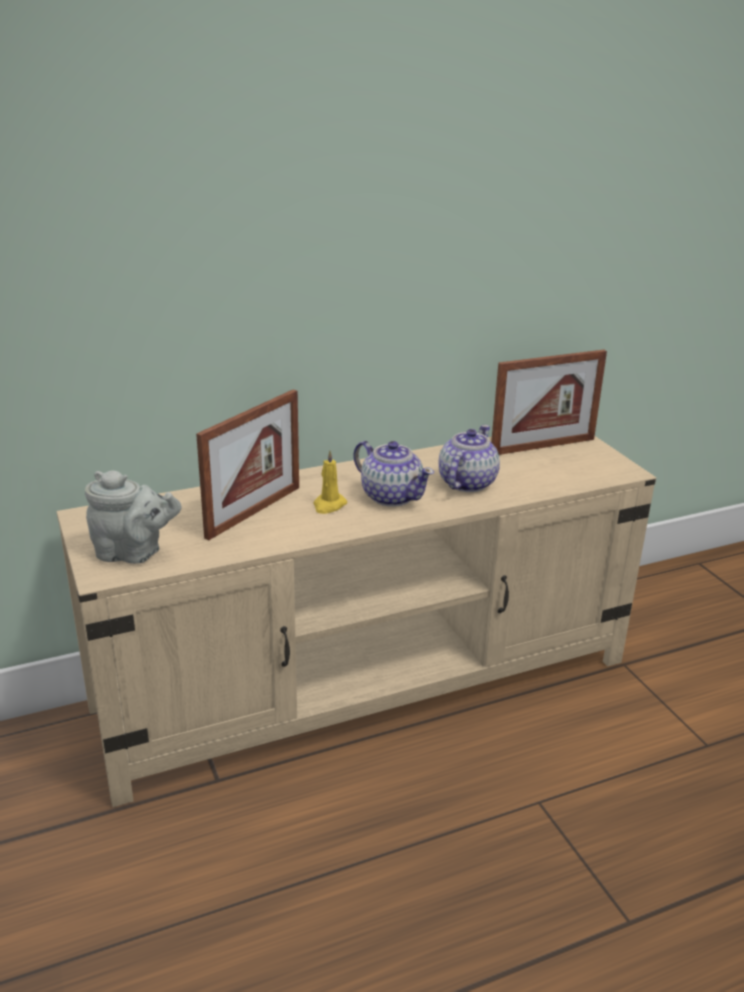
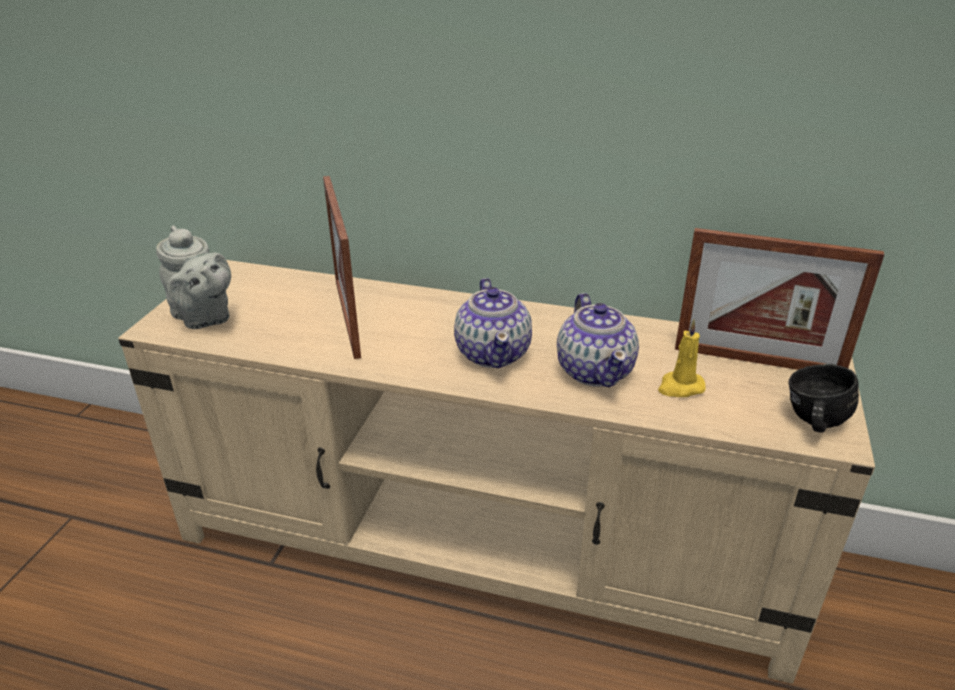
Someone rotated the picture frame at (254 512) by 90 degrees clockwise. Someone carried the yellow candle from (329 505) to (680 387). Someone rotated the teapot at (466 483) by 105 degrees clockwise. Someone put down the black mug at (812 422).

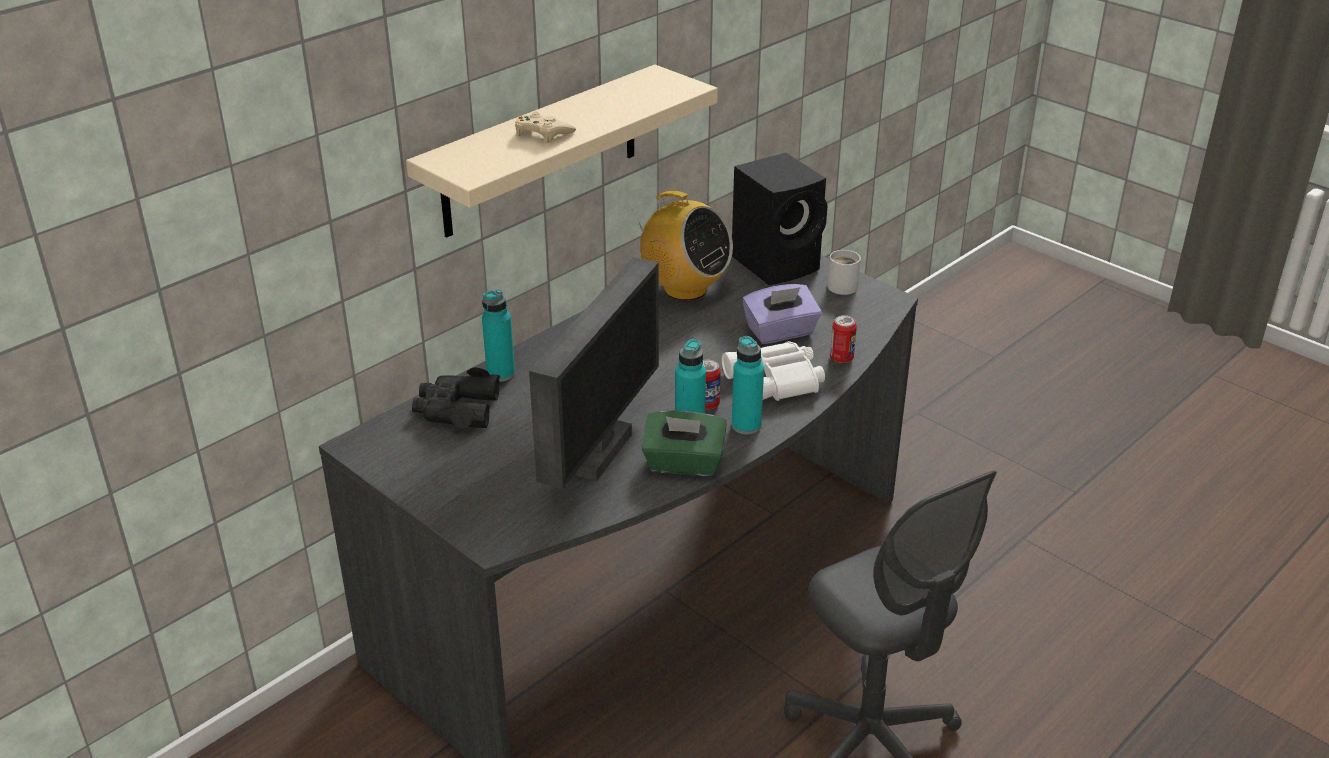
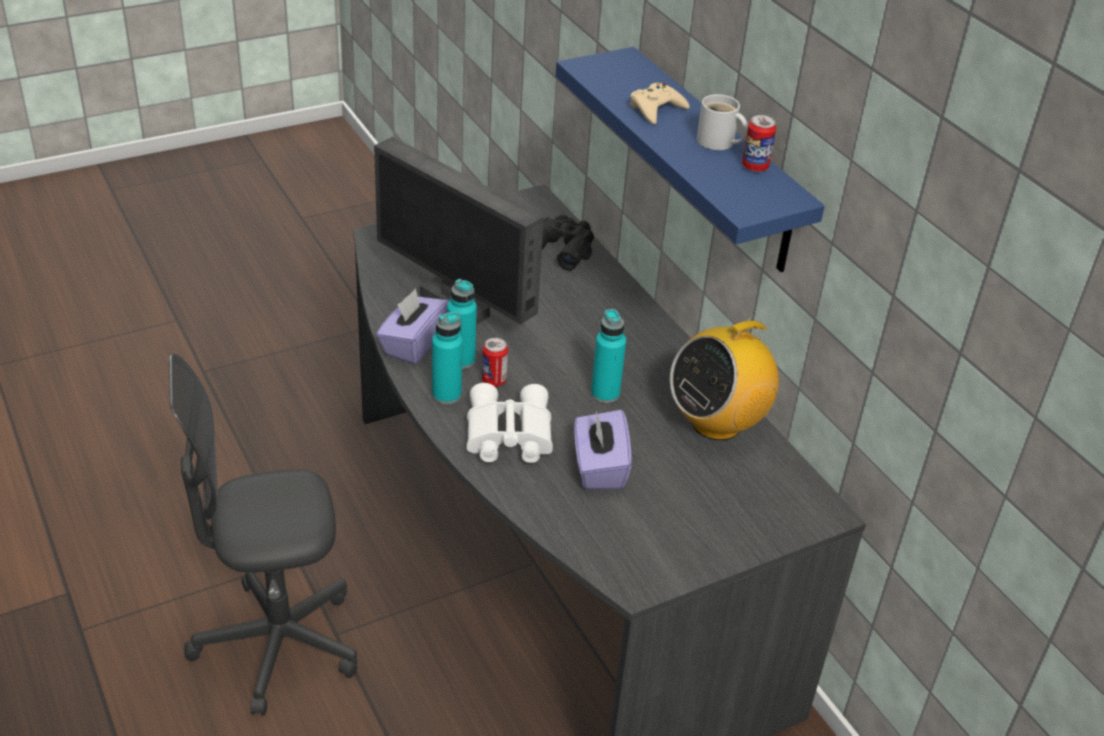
Someone repainted the beige shelf at (541 151), which became the blue shelf at (714 161). Someone carried the turquoise bottle from (500 374) to (605 394). Someone repainted the green tissue box at (683 464), which became the purple tissue box at (413 344). Someone took away the black speaker at (778 263). Someone carried the white mug from (844 285) to (718 143). Someone carried the can from (841 358) to (755 167).

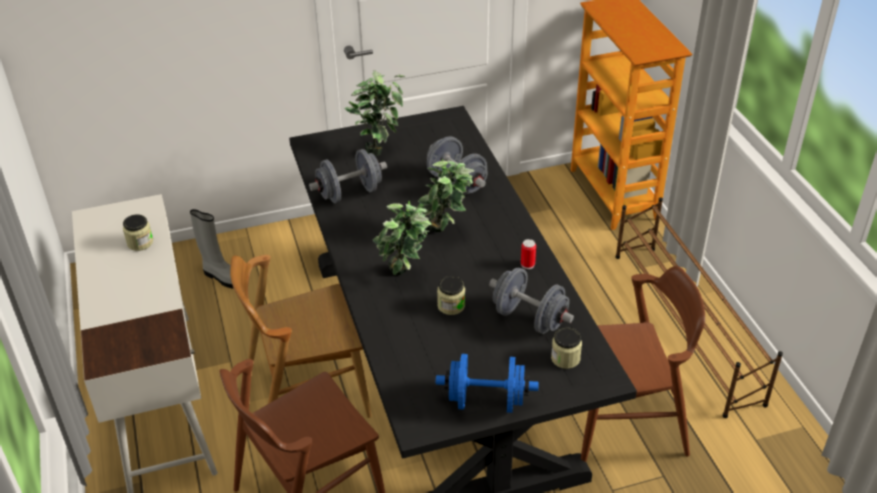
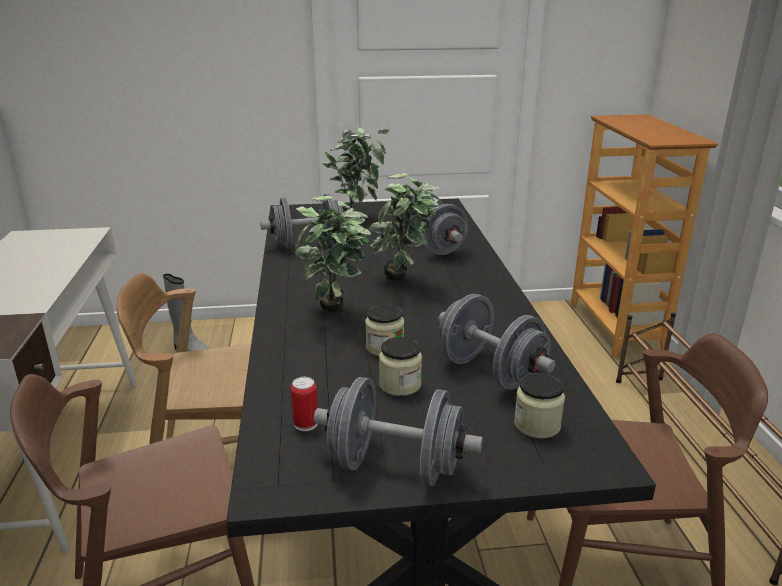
Someone carried the jar from (140 242) to (400 385). Someone repainted the blue dumbbell at (486 401), which became the grey dumbbell at (396 466). Someone carried the can from (527 264) to (306 424).

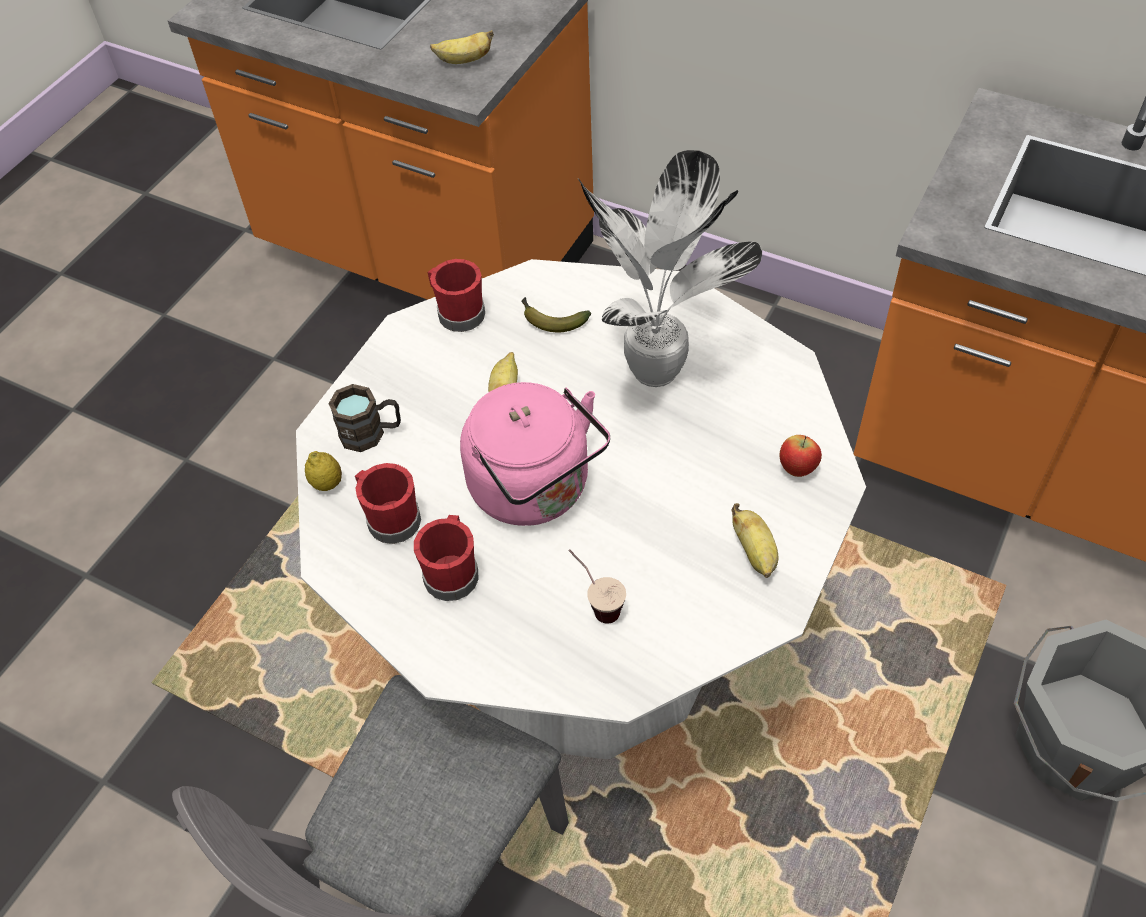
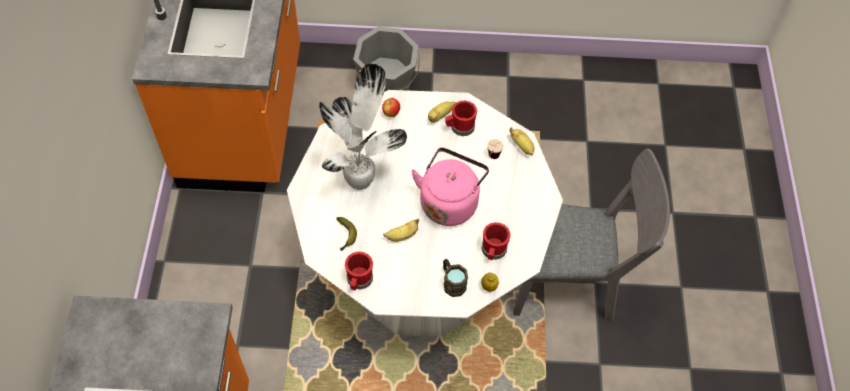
Someone carried the red mug from (452 571) to (460 127). Someone carried the banana from (464 61) to (522 146).

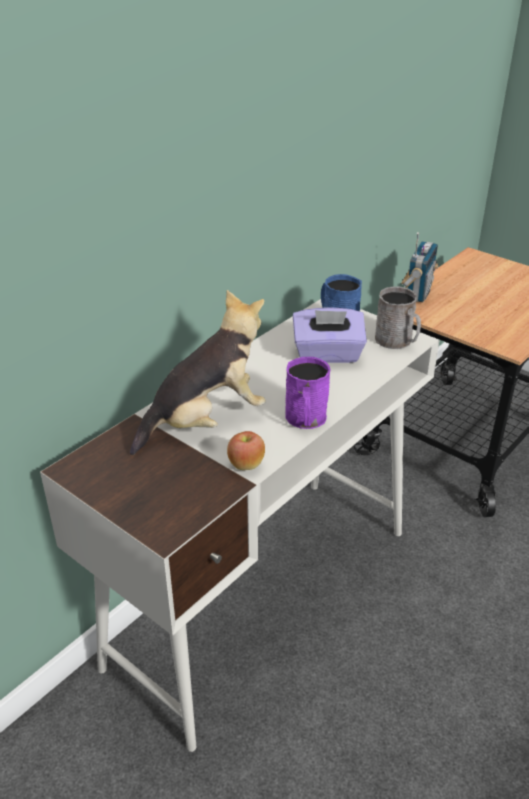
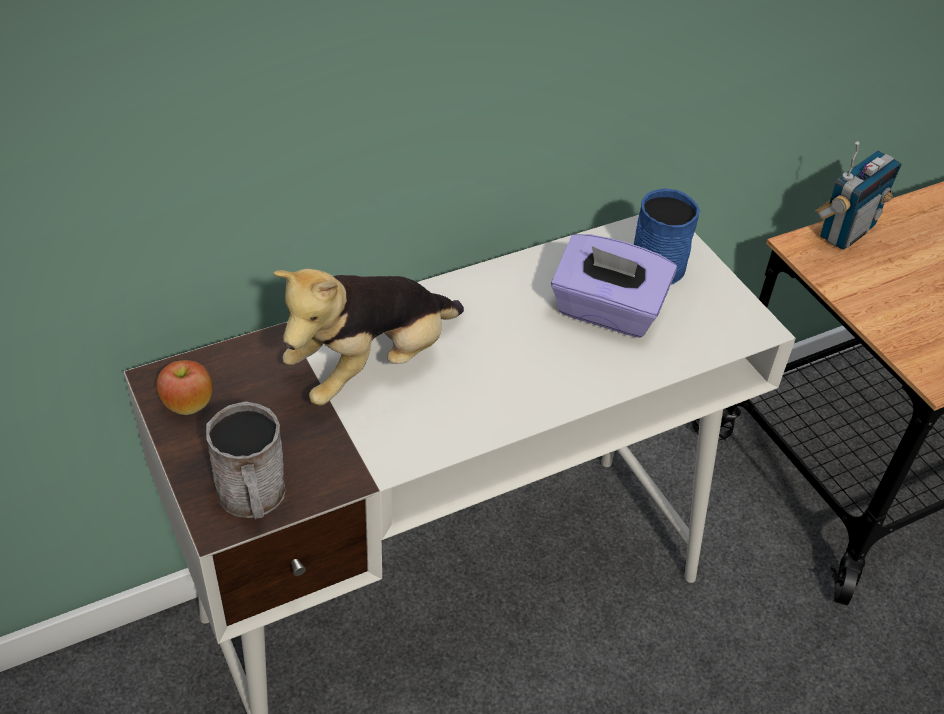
Someone rotated the plush toy at (206 421) by 150 degrees clockwise. Someone carried the apple from (246 465) to (188 405). Someone took away the purple mug at (306 420). Someone carried the grey mug from (397 341) to (253 498).

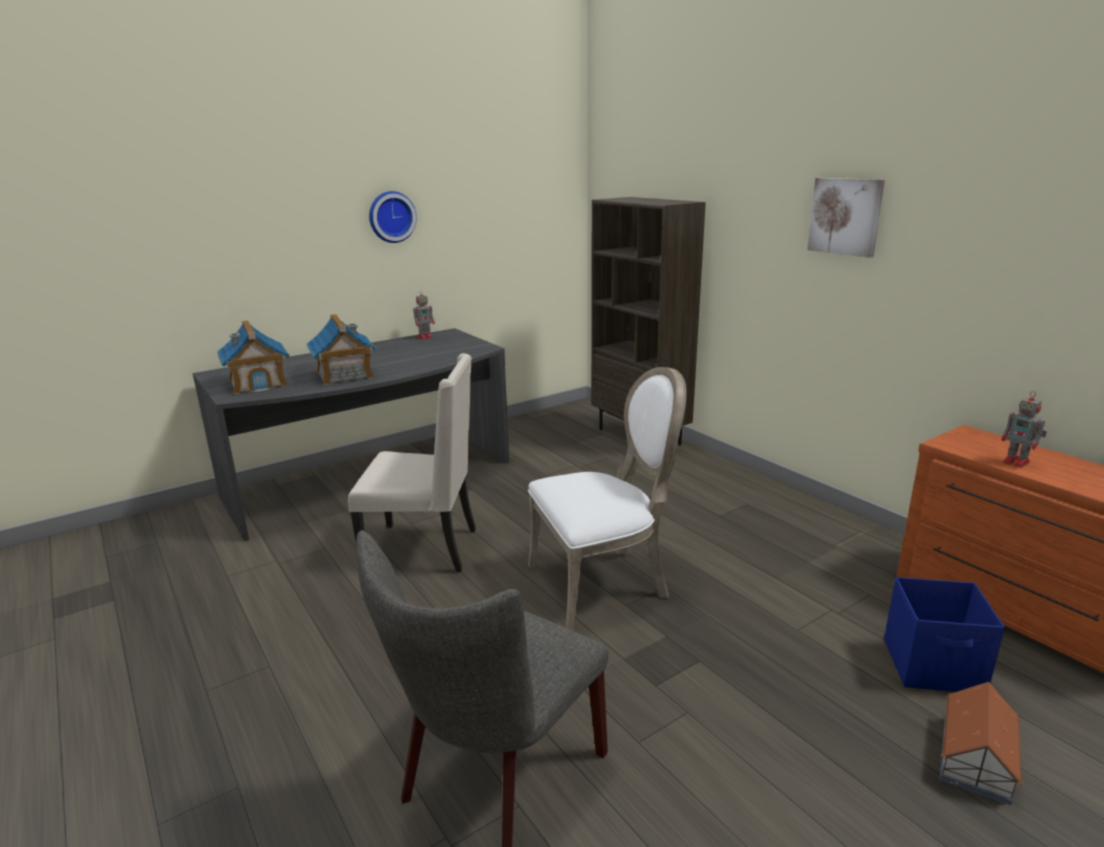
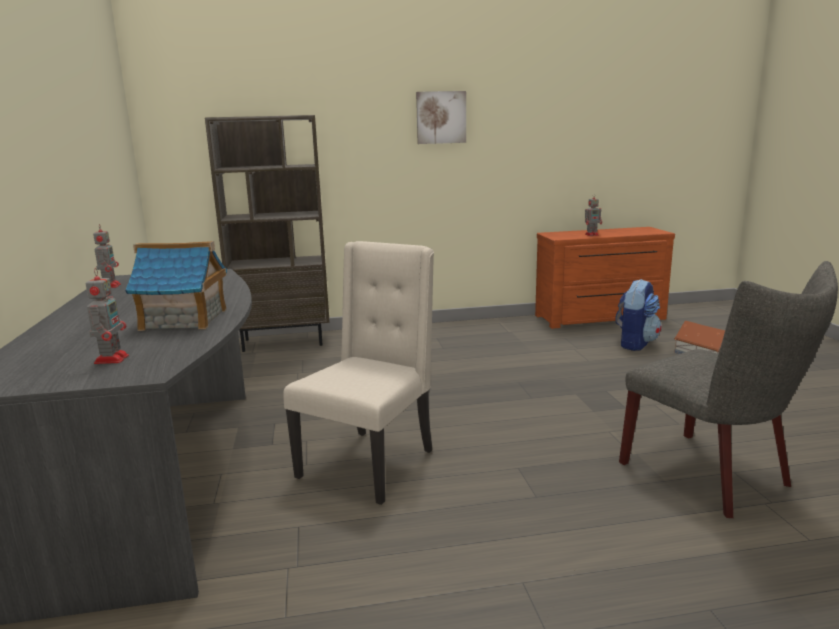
Someone swapped the toy house at (258 383) for the toy robot at (112 359). Someone took away the wall clock at (391 216). Someone took away the white chair at (603 583). Someone swapped the blue storage box at (934 667) for the backpack at (635 343).

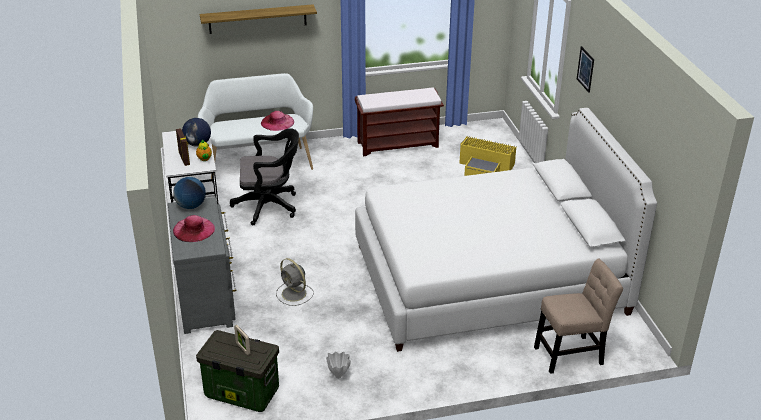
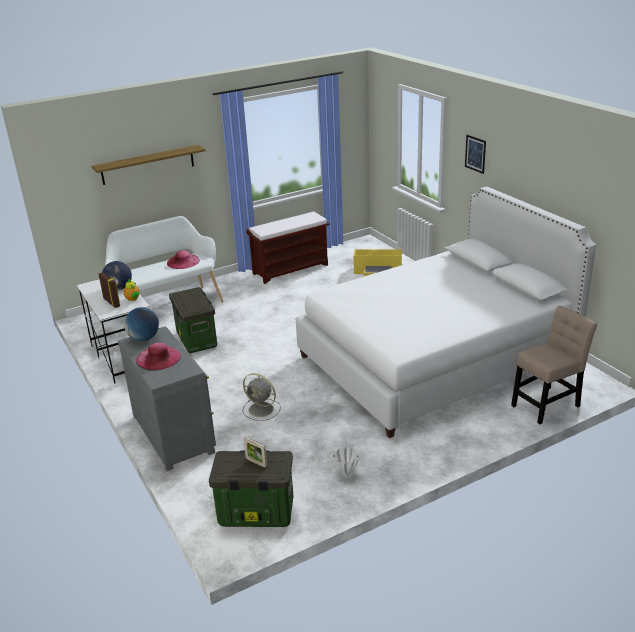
Someone swapped the black office chair at (269 206) for the storage box at (197 340).

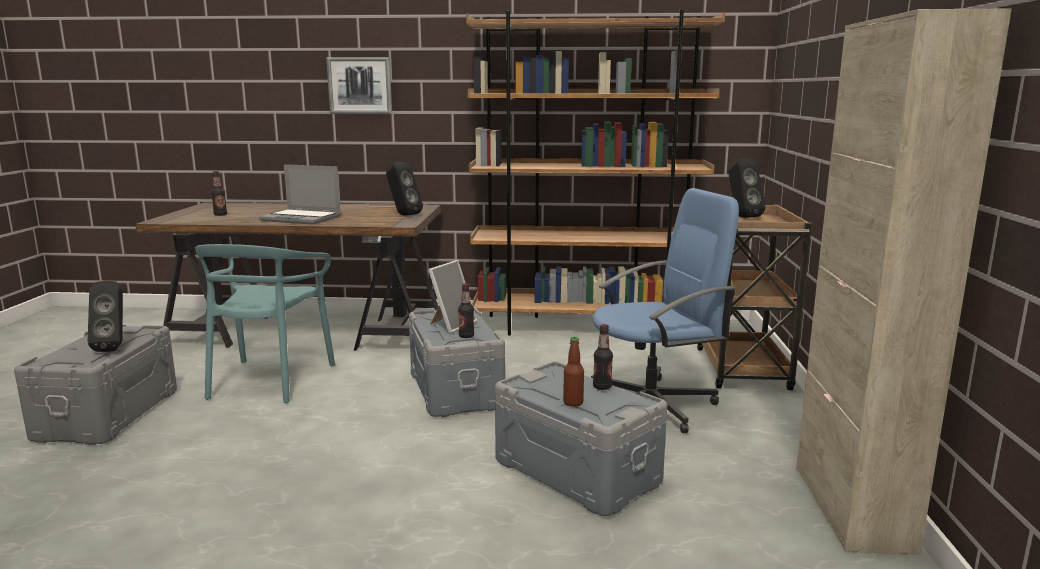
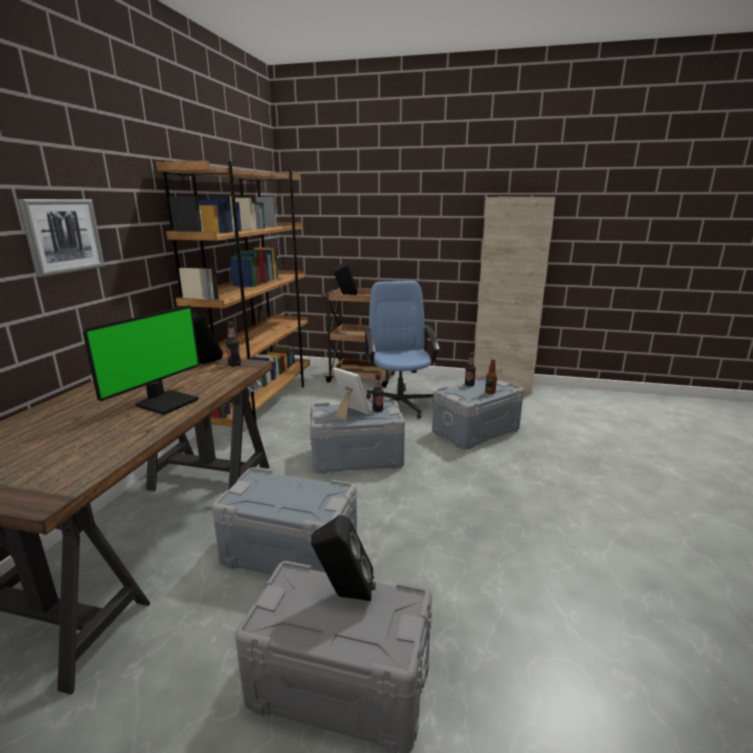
Someone swapped the turquoise chair at (269 380) for the grey storage box at (290 553). Someone carried the bottle from (220 215) to (234 365). Someone swapped the laptop at (302 218) for the monitor at (166 402).

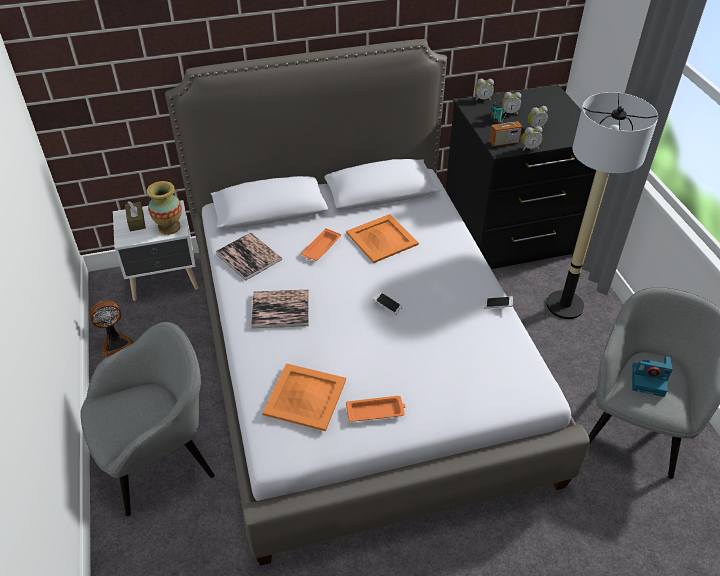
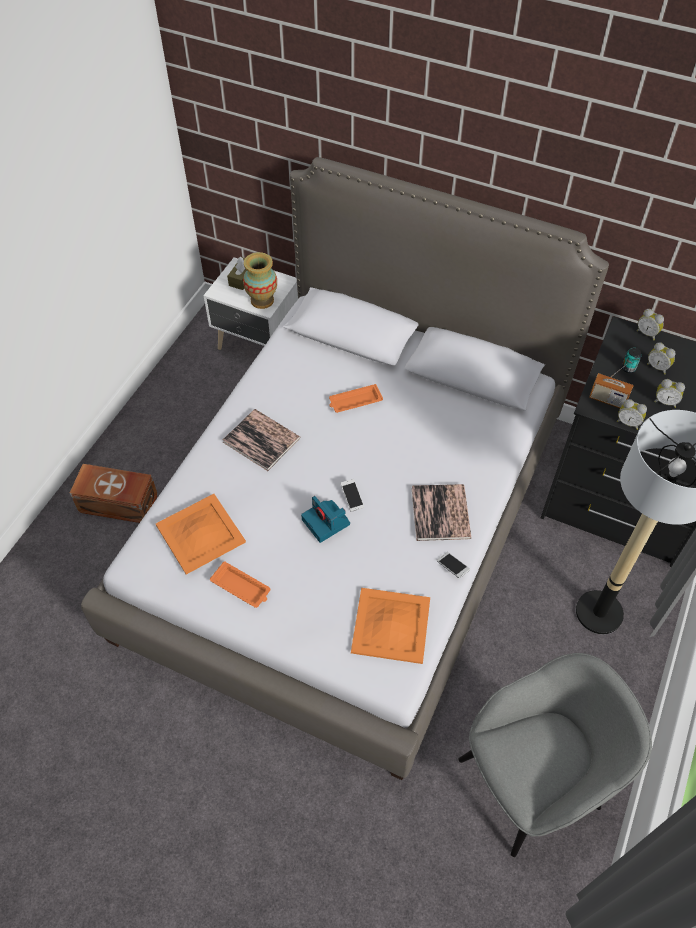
Someone swapped the grey armchair at (161 459) for the brown storage box at (119 504). Someone took away the fan at (115 343). Someone carried the book from (248 257) to (440 513). Someone carried the orange tray from (382 238) to (391 625). Someone carried the photo camera from (649 380) to (326 522).

